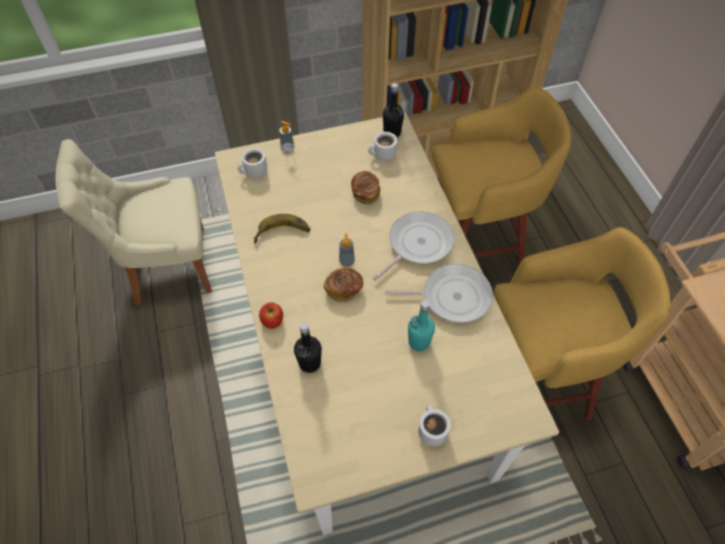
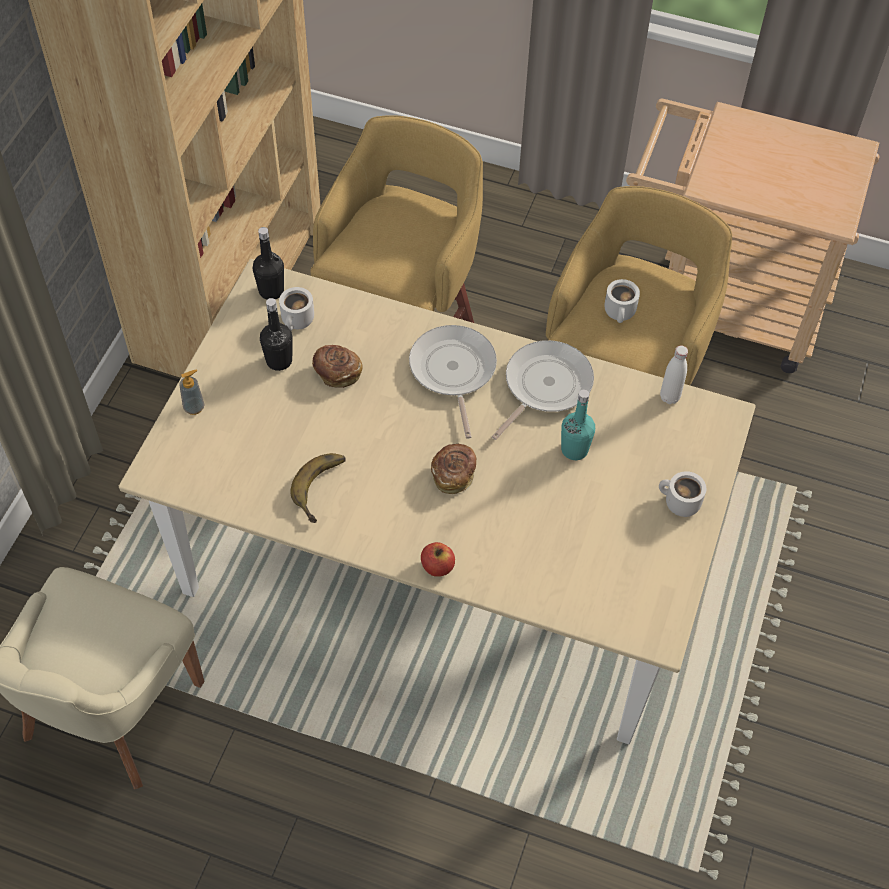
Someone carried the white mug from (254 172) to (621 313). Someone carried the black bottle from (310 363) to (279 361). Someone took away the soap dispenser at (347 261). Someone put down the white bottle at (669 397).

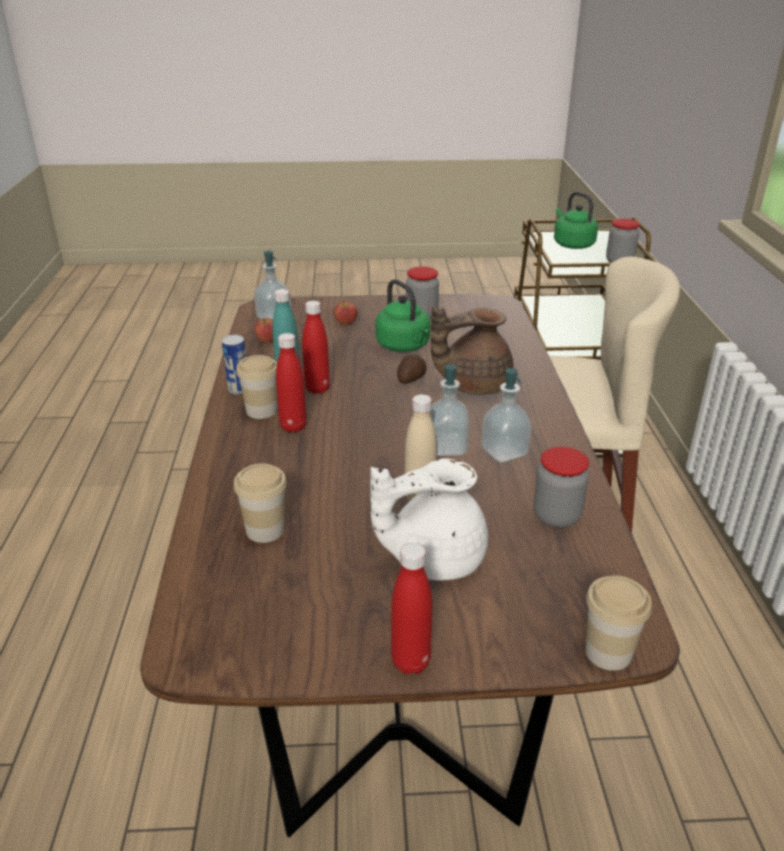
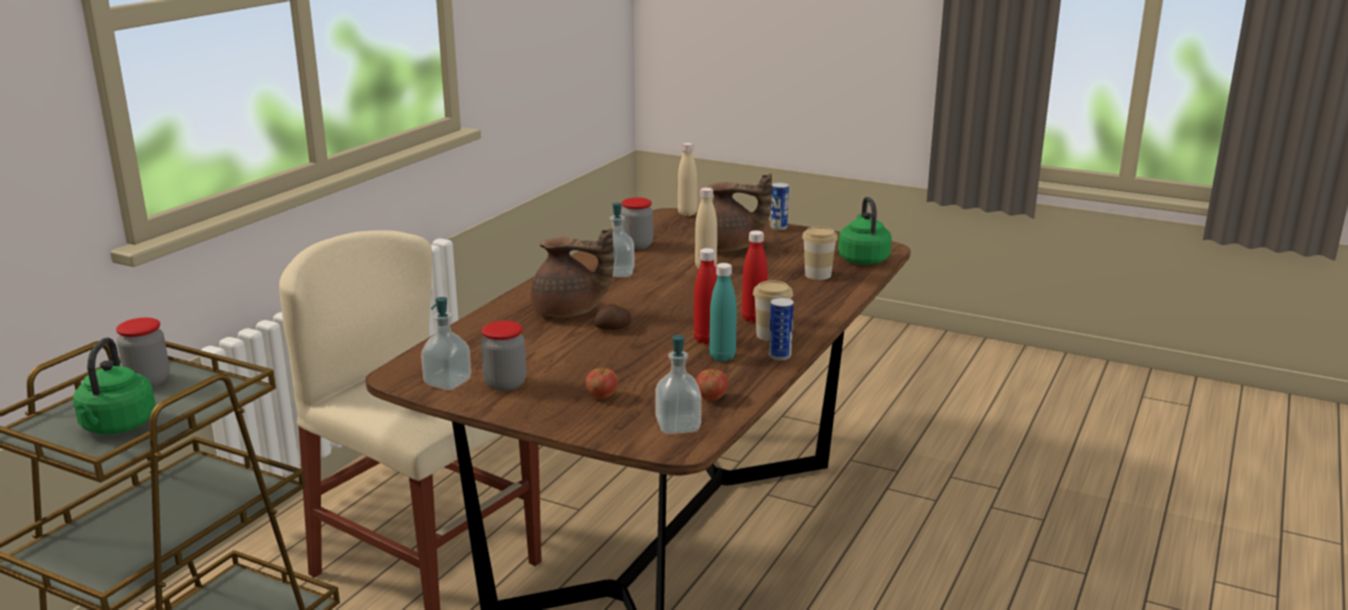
Someone repainted the white teapot at (433 557), which became the brown teapot at (729 248). Someone carried the green kettle from (404 346) to (863 259). Someone swapped the red bottle at (410 662) for the can at (778 227). Someone carried the soap dispenser from (447 447) to (447 382). Someone swapped the cup at (608 652) for the beige bottle at (687 213).

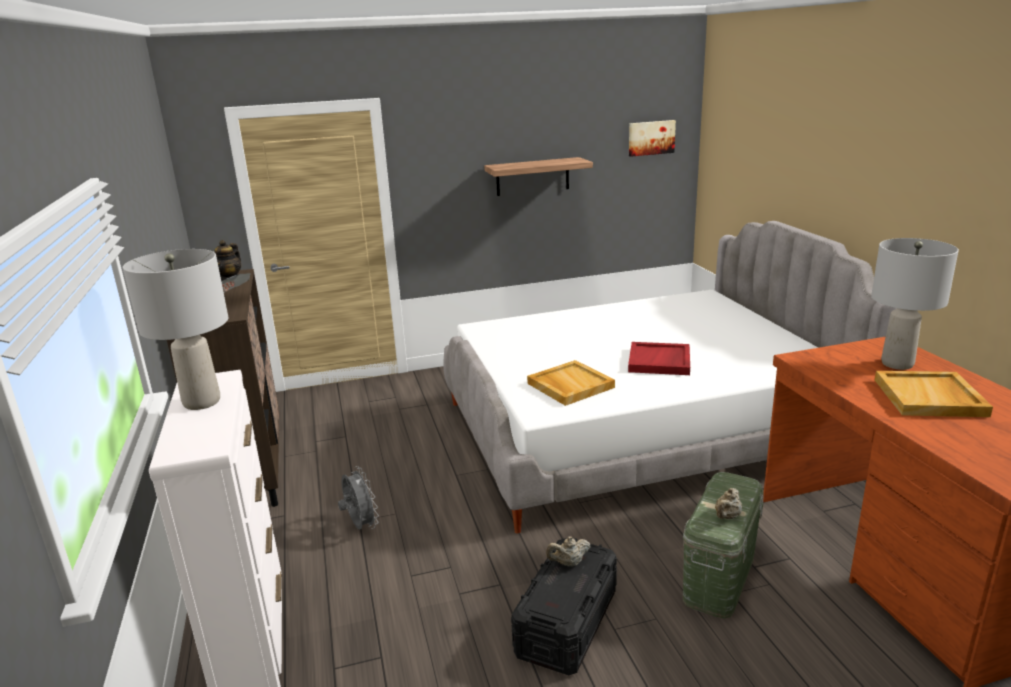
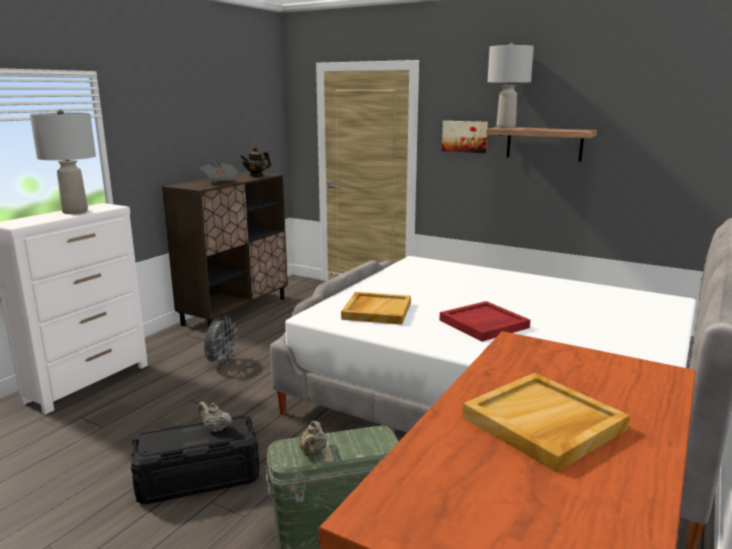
Someone carried the picture from (651 138) to (465 136). Someone rotated the beige teapot at (727 516) by 75 degrees counterclockwise. Someone carried the grey table lamp from (896 363) to (505 127).

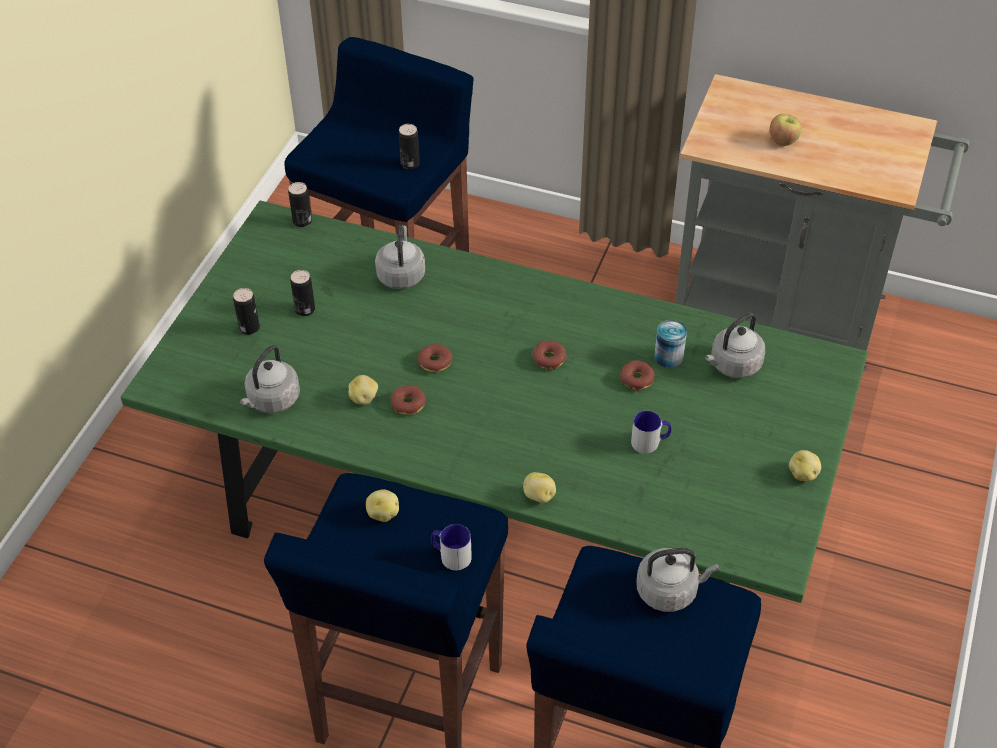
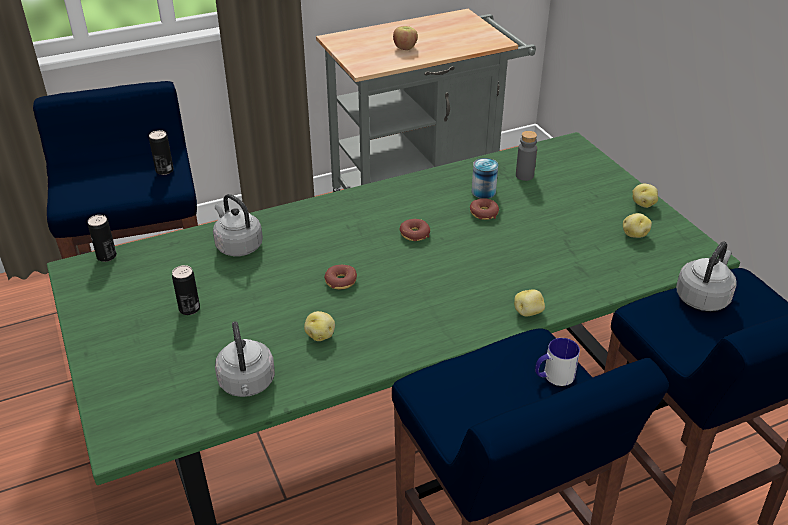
Someone took away the can at (249 328). Someone carried the potato from (383 513) to (634 234). Someone took away the donut at (408 404). Someone took away the mug at (650 442). Someone swapped the grey kettle at (733 365) for the grey bottle at (524 175).

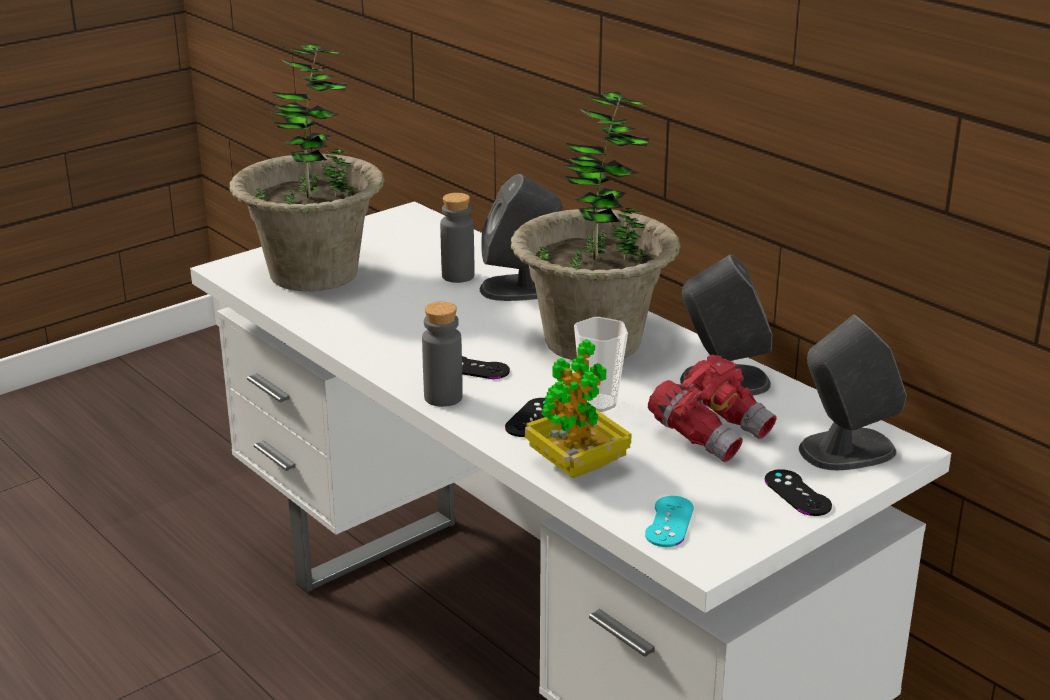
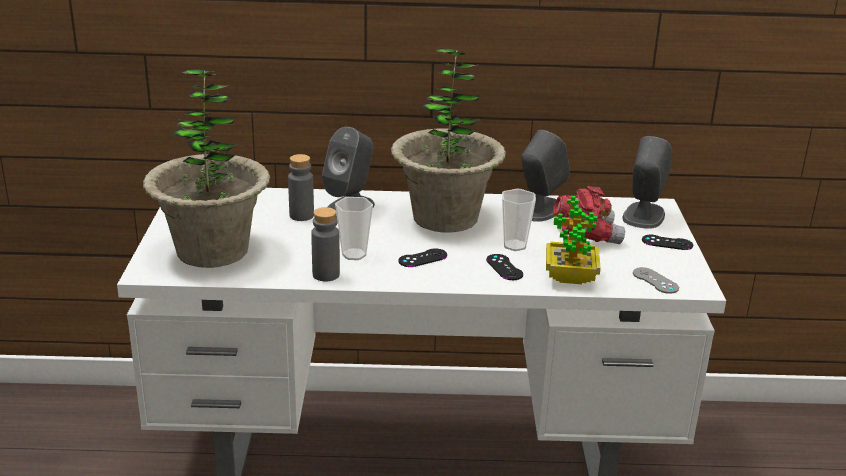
Someone carried the grey bottle from (443 397) to (326 275). Someone repainted the turquoise game controller at (669 522), which became the grey game controller at (655 281). Someone put down the cup at (354 254).

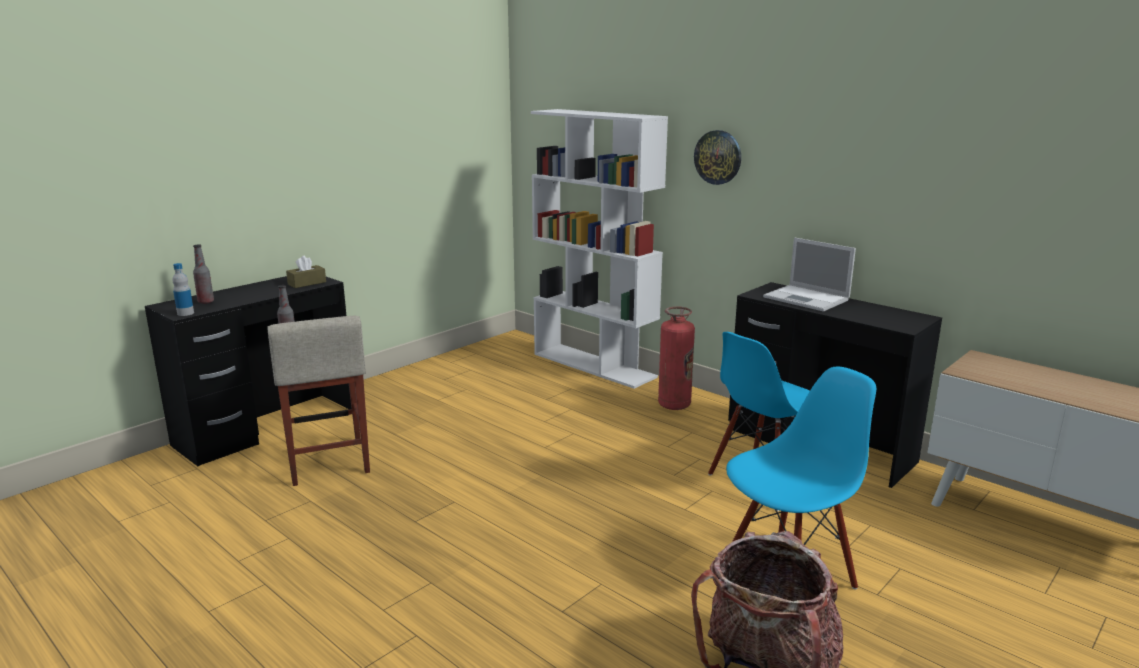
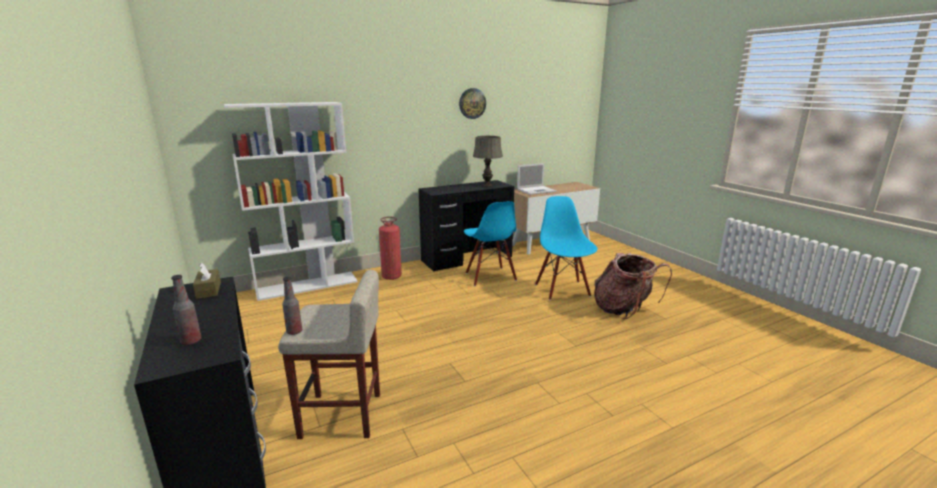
Someone took away the bottle at (185 313). Someone carried the wall clock from (718 157) to (472 103). Someone carried the laptop from (807 299) to (537 190). Someone put down the grey table lamp at (487 185).

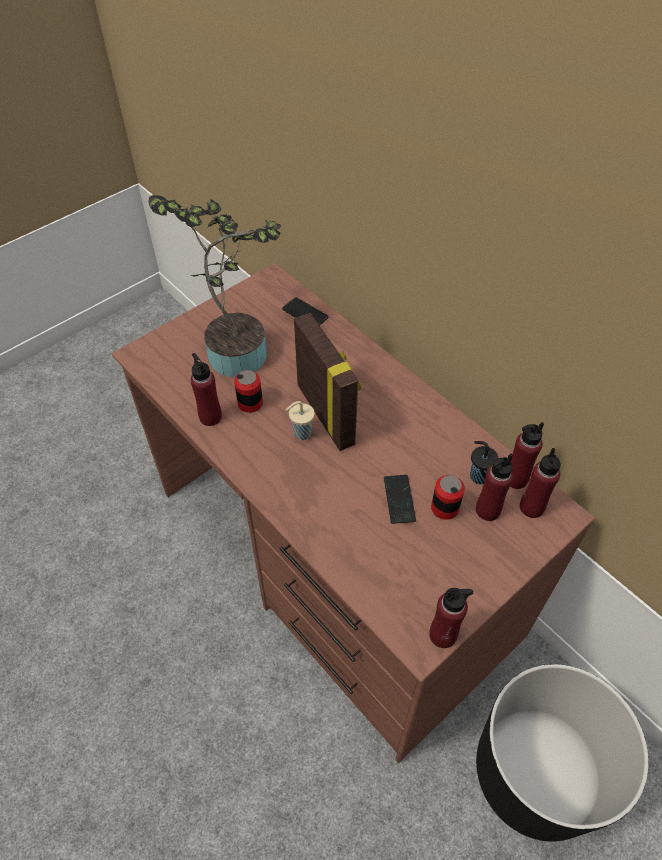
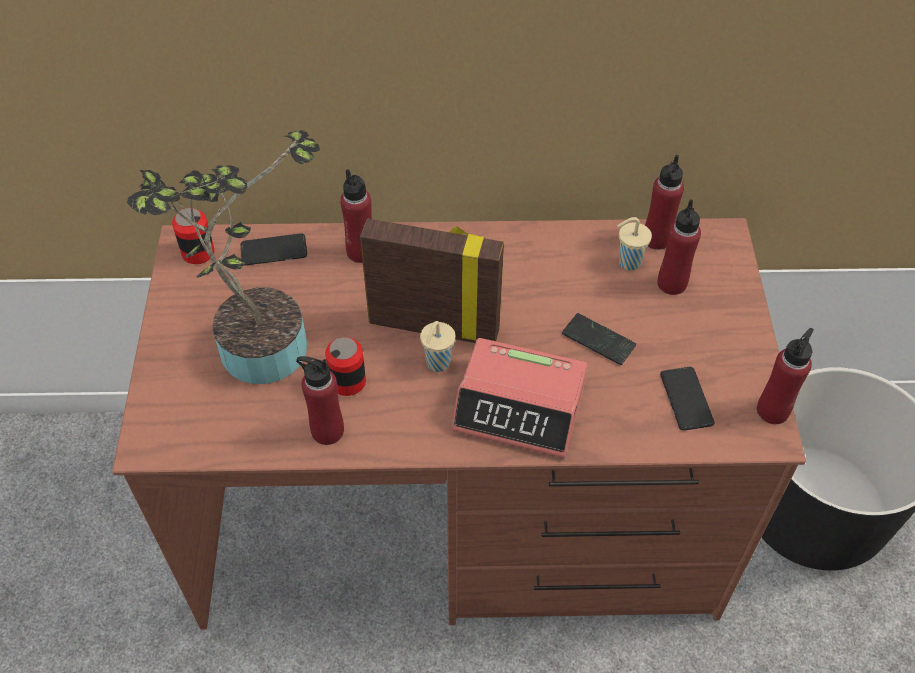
Someone carried the can from (444 508) to (198 252). Someone repainted the black cup at (478 476), which became the beige cup at (628 262). Someone carried the red bottle from (531 507) to (361 252). Someone put down the alarm clock at (520 407). Someone put down the phone at (686 399).

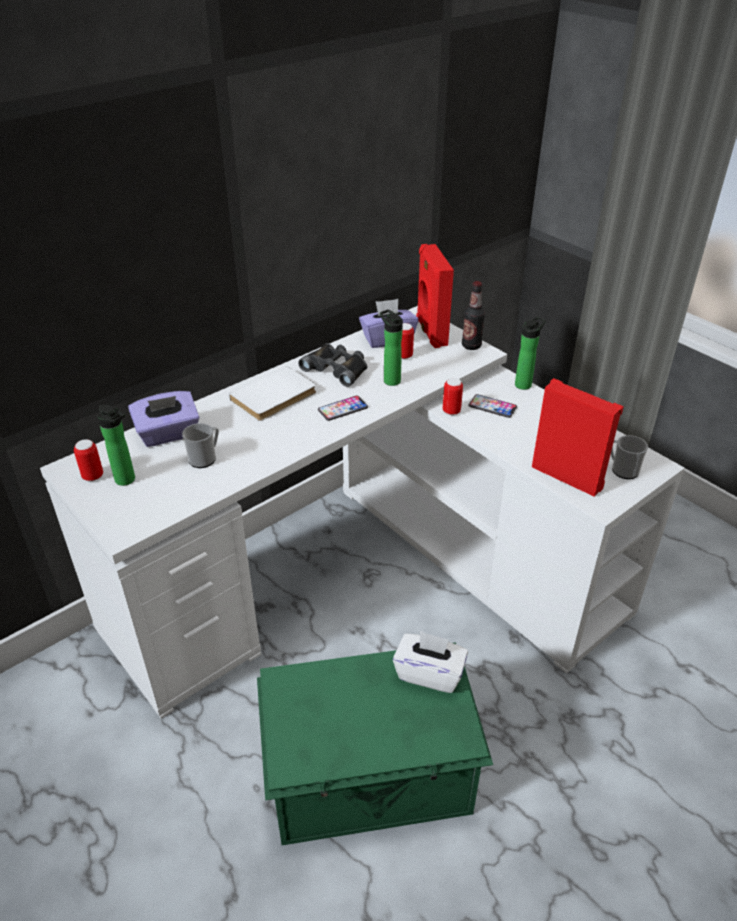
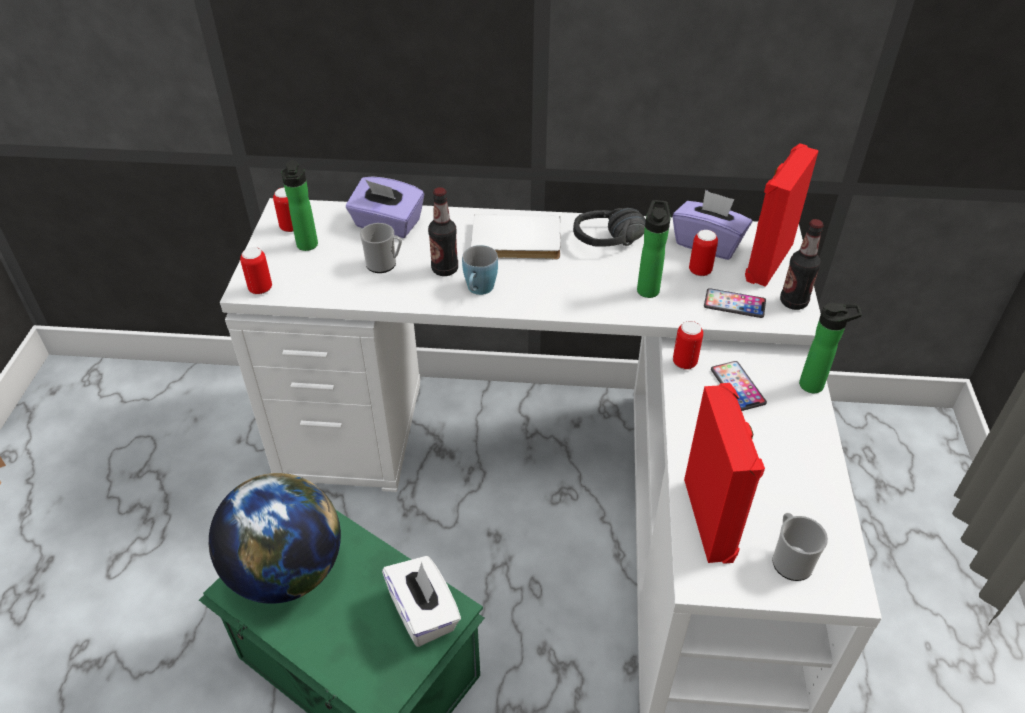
Someone swapped the black binoculars at (337 368) for the black headphones at (611 246). Someone carried the phone from (343 409) to (734 304). Someone put down the globe at (287 572). Someone put down the can at (260 289). Someone put down the bottle at (445 269). Someone put down the blue mug at (479 290).

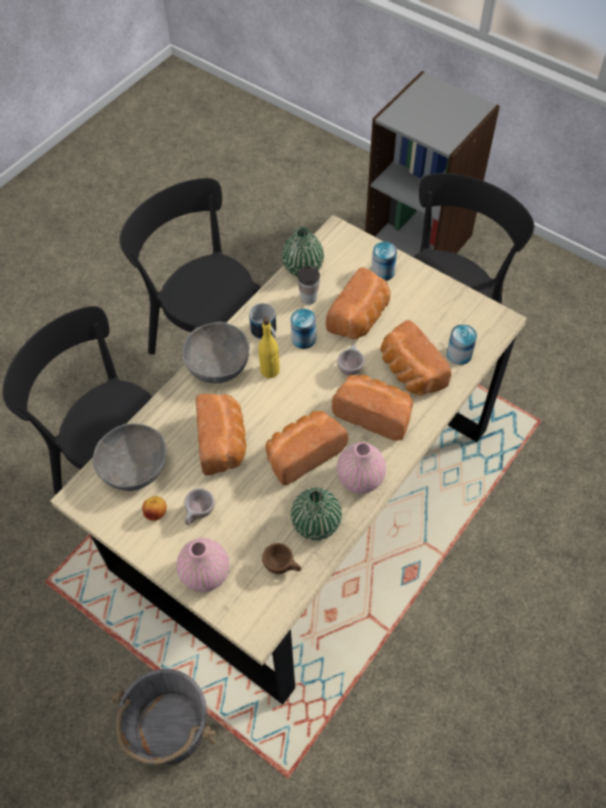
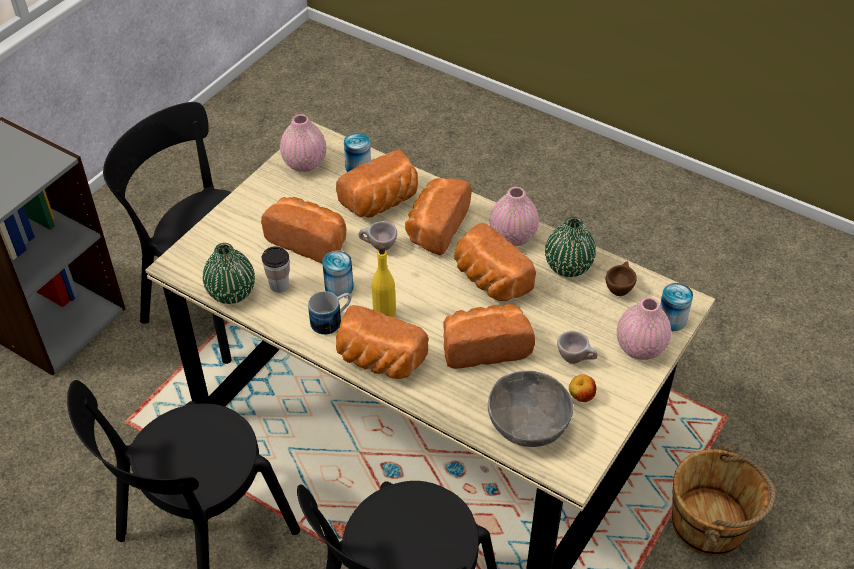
Someone repainted the grey bucket at (169 729), which became the brown bucket at (710 524). Someone swapped the grey bowl at (218 365) for the bread at (378 361). Someone carried the can from (382 272) to (671 319). Someone put down the pink vase at (304 163).

